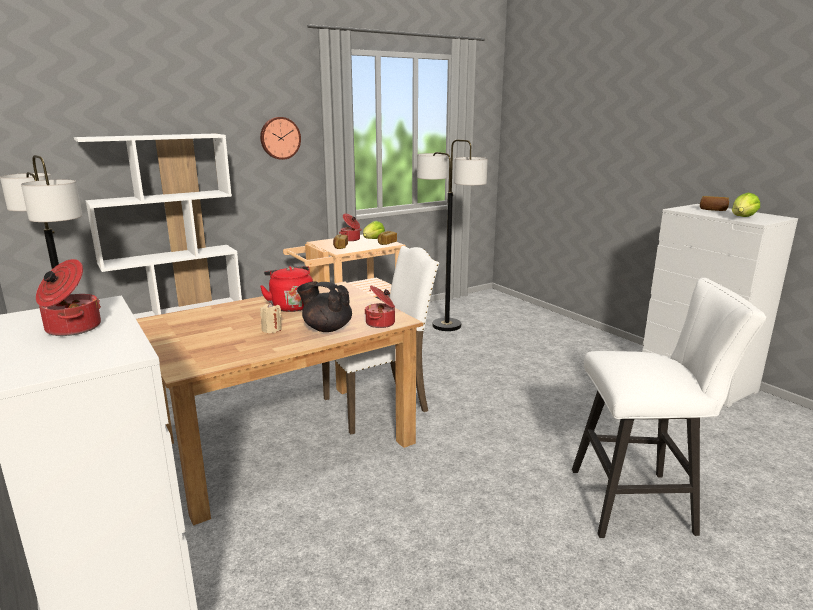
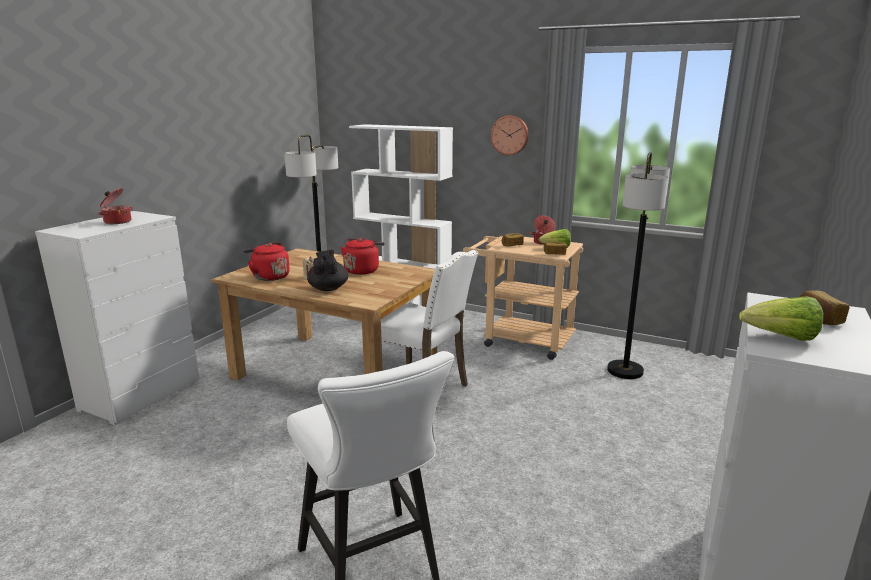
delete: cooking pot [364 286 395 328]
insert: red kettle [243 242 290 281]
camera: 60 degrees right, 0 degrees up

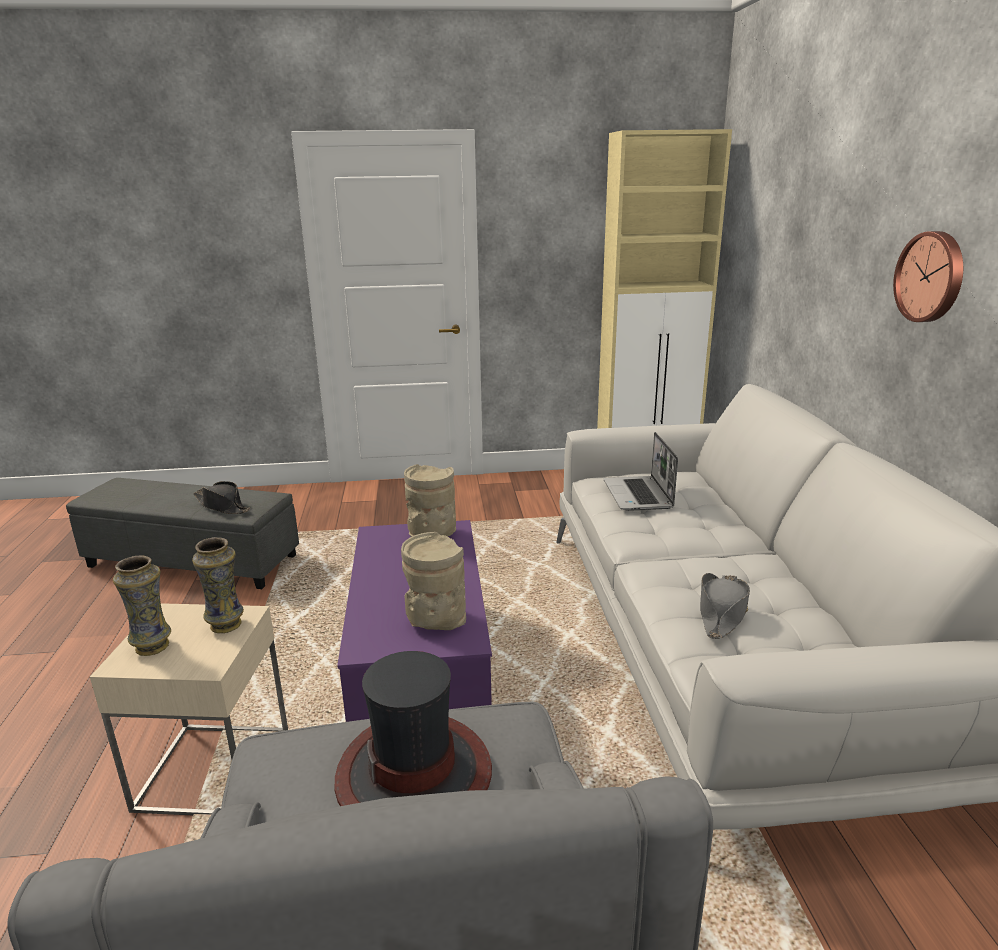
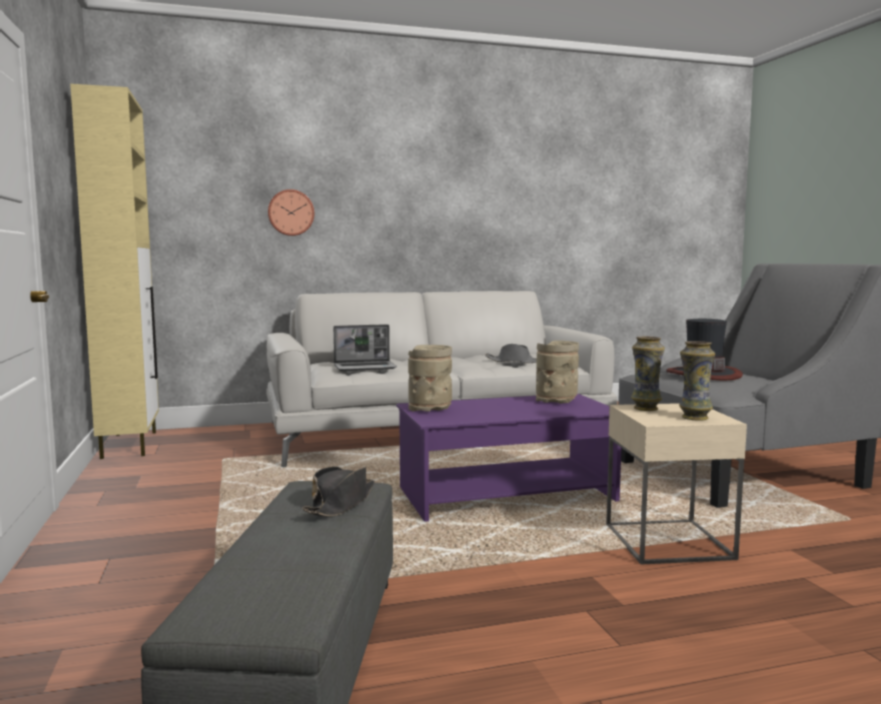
move: wall clock [893 231 963 322] to [268 189 314 236]
camera: 100 degrees left, 15 degrees down

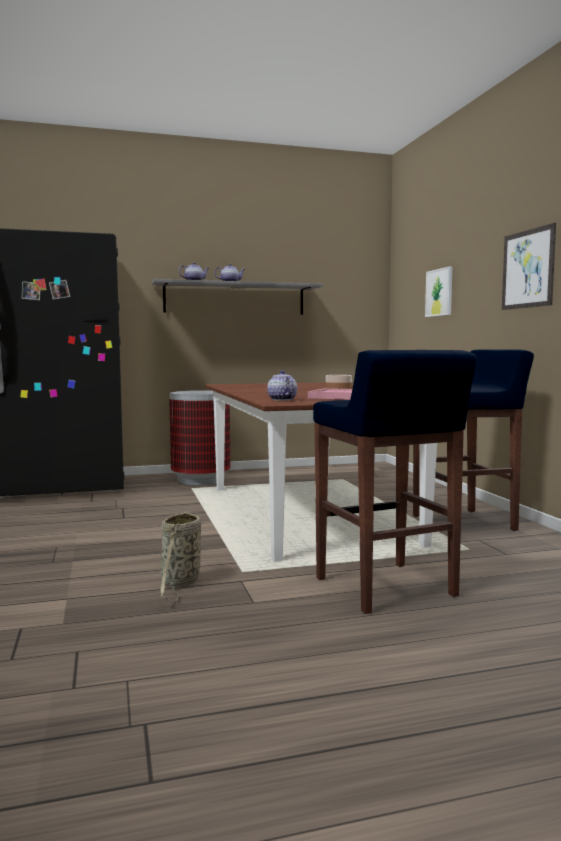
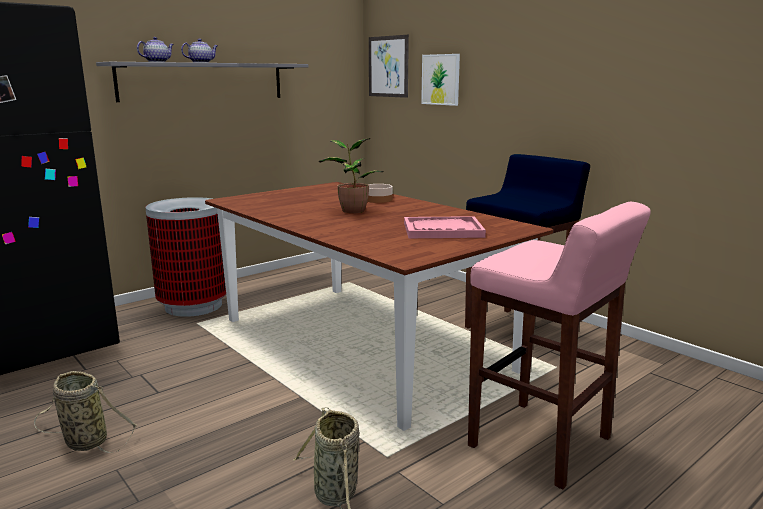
delete: teapot [267 370 297 400]
insert: potted plant [318 138 384 213]; basket [34 371 137 453]
move: picture [502 223 556 310] to [369 35 409 98]
recolor: blue stool [313 350 477 614] to pink stool [468 202 651 489]
camera: 25 degrees left, 10 degrees up

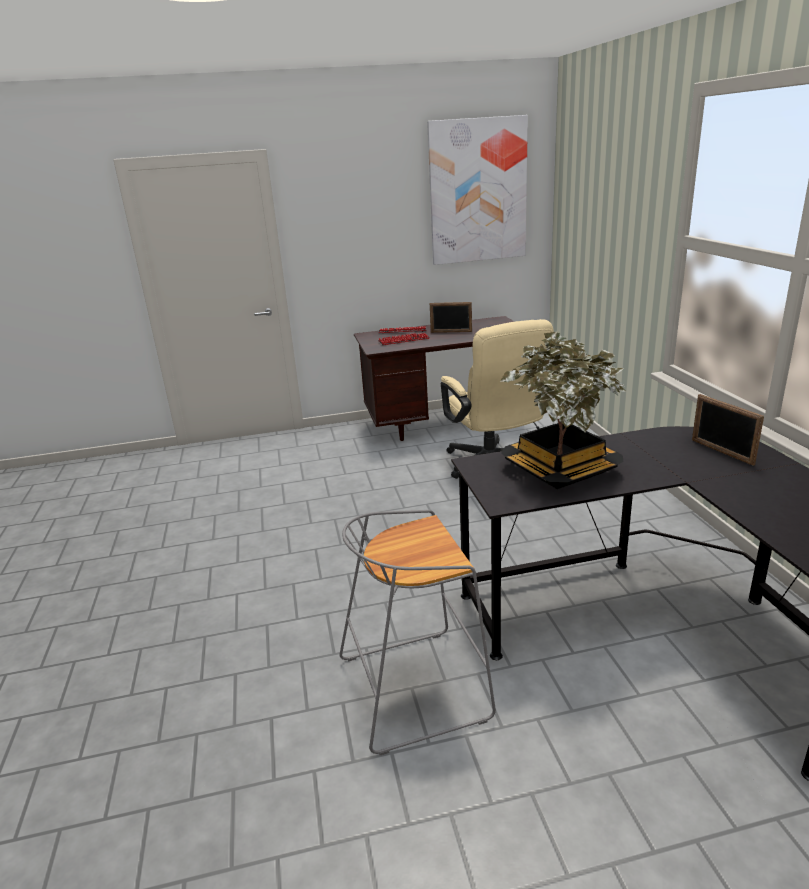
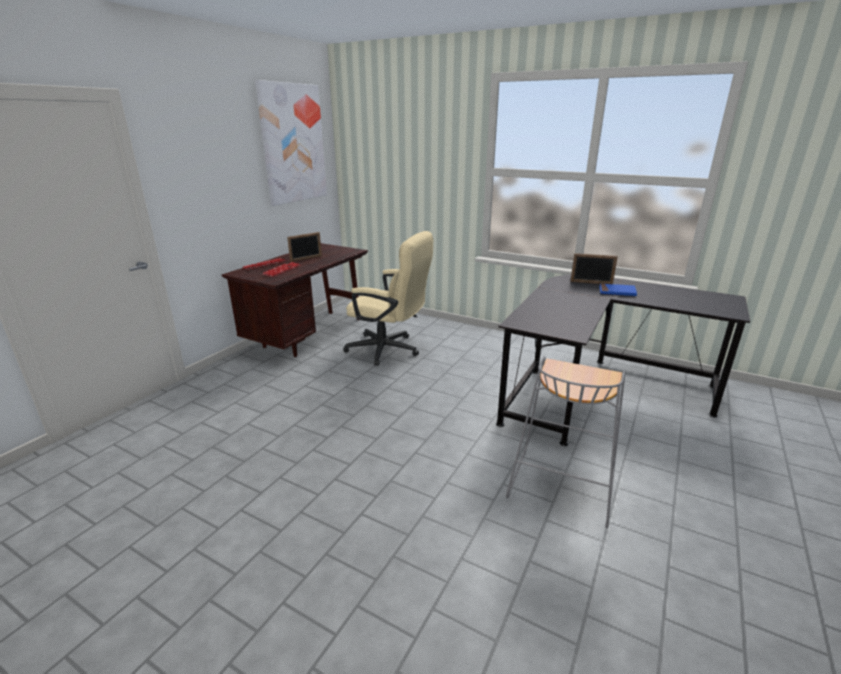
delete: potted plant [500 331 626 489]
insert: blue book [600 284 637 296]
camera: 50 degrees left, 0 degrees up

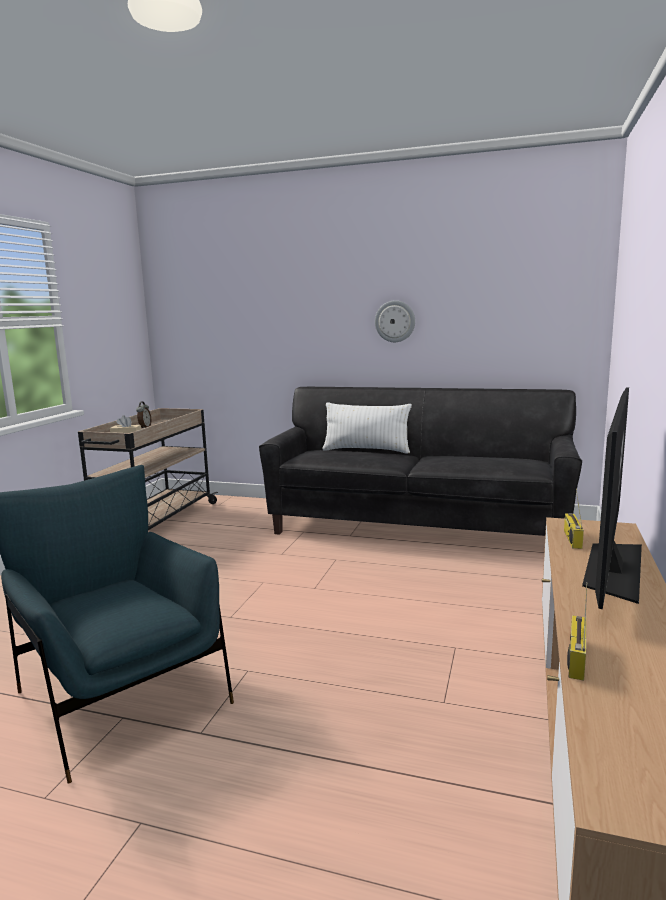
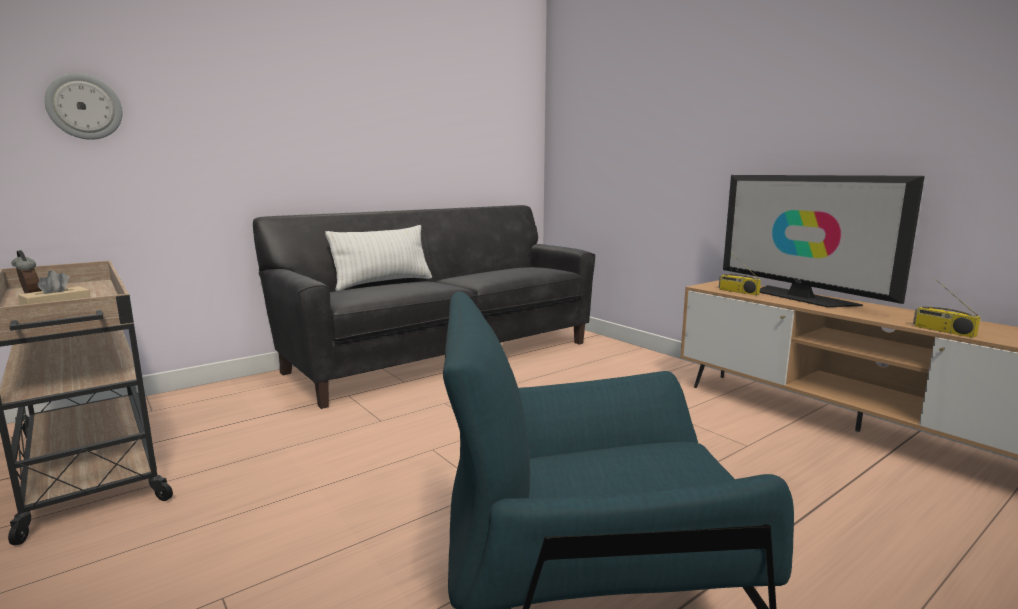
move: wall clock [375 300 415 342] to [44 73 122 140]
camera: 55 degrees left, 0 degrees up

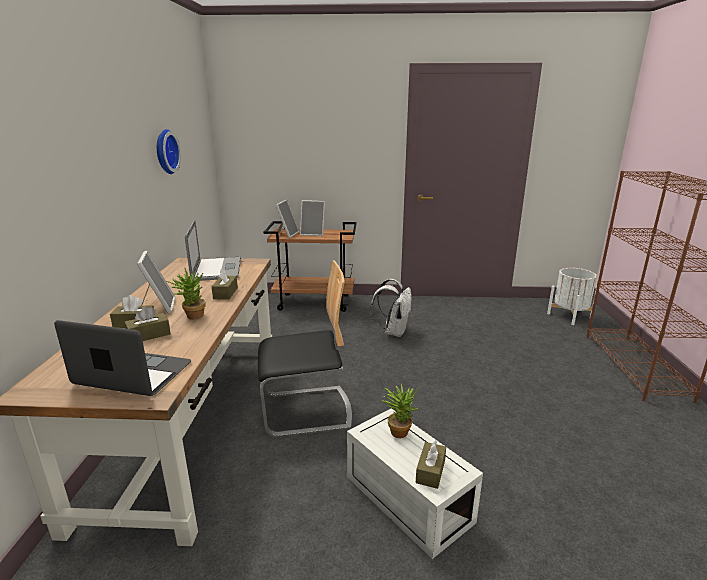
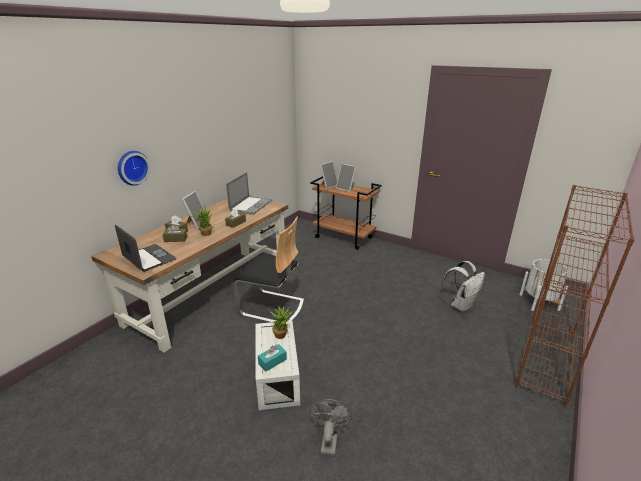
insert: grey fan [310 399 352 456]
move: wall clock [157 129 181 174] to [118 151 150 186]; white backpack [370 279 412 337] to [442 261 485 312]
recolor: brown tissue box [416 441 446 489] to turquoise tissue box [258 344 287 371]
camera: 30 degrees right, 5 degrees up

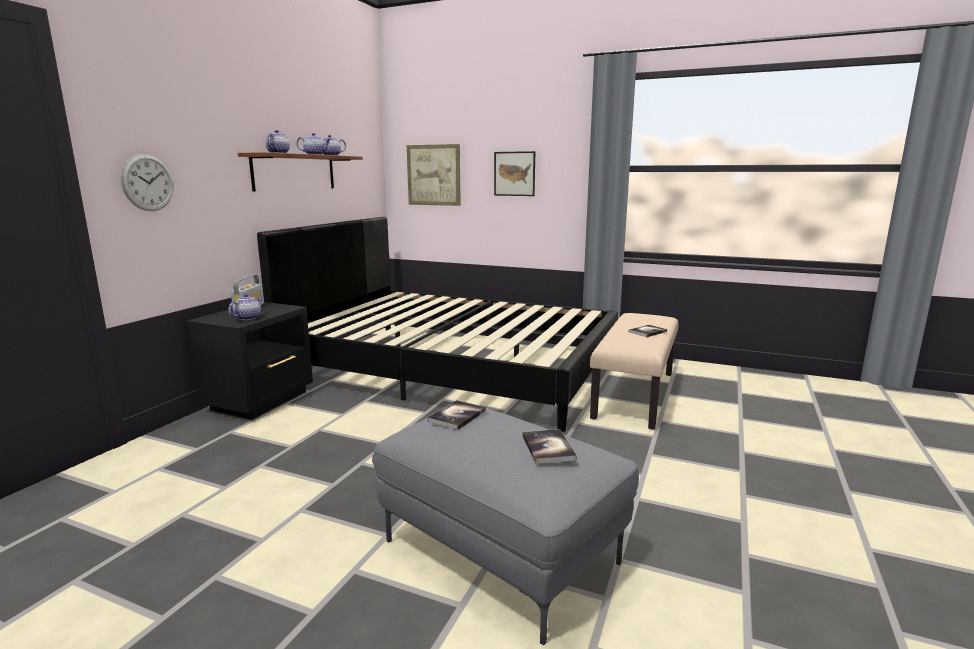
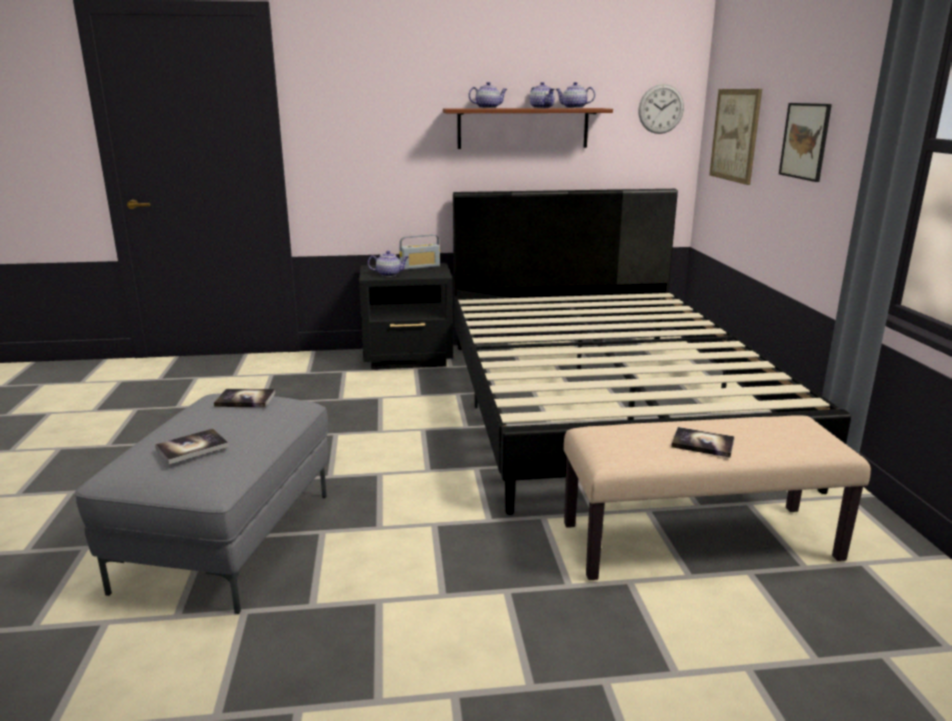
move: wall clock [121 154 174 211] to [638 84 684 134]
camera: 60 degrees right, 5 degrees up

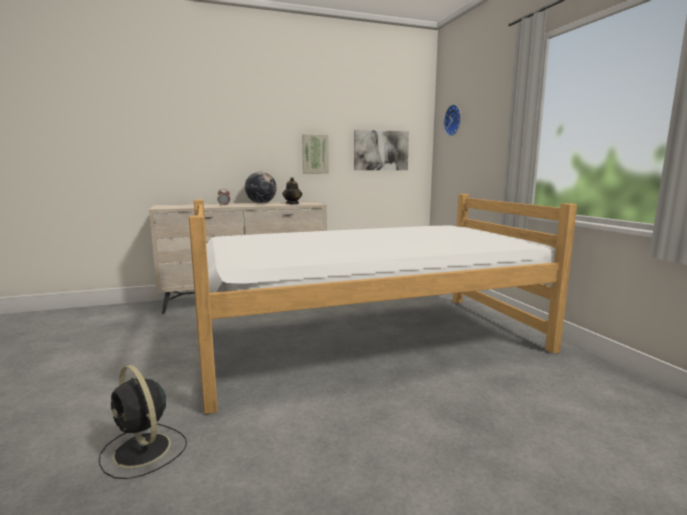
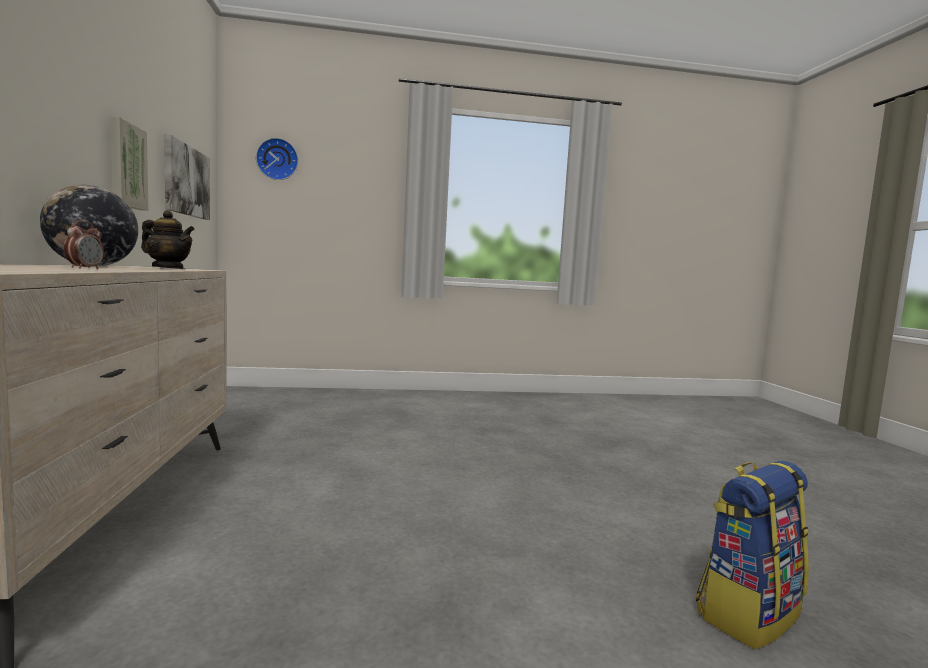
delete: bed [189 194 577 414]
replace: black fan [99 365 187 479] to backpack [696 461 809 650]
camera: 80 degrees left, 5 degrees down

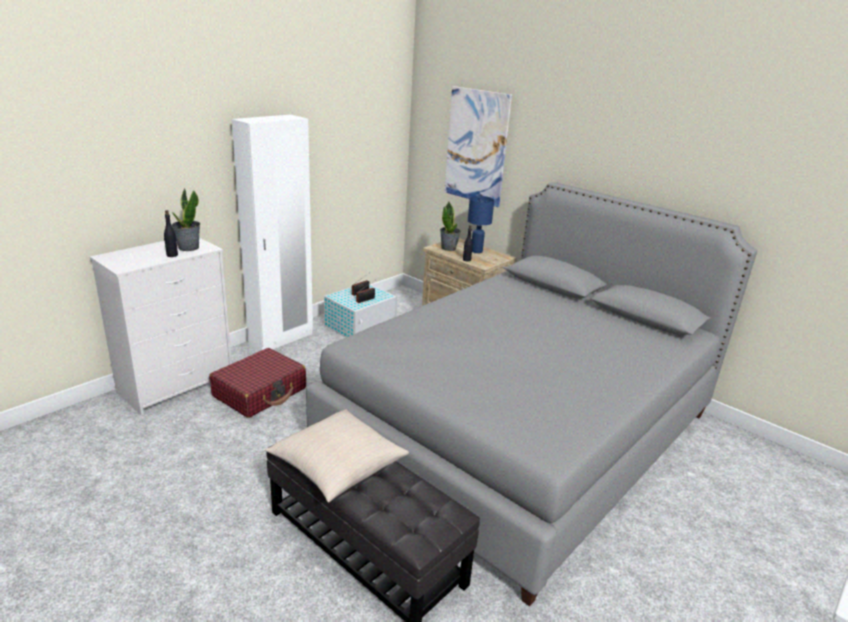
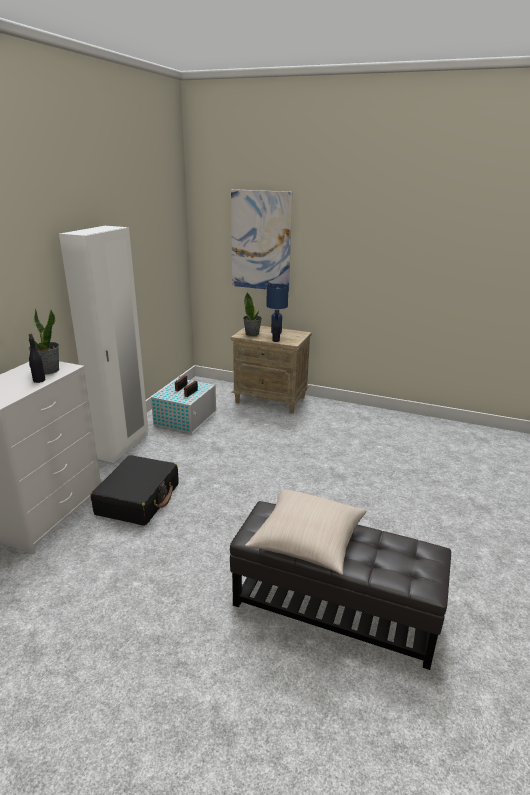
delete: grey bed [306 182 757 607]
recolor: red suitcase [209 348 306 418] to black suitcase [91 455 179 526]
camera: 20 degrees left, 0 degrees up

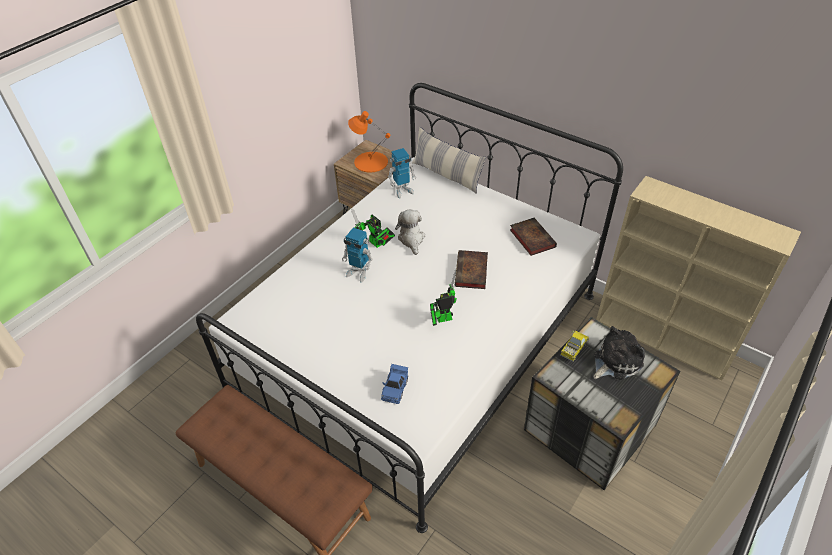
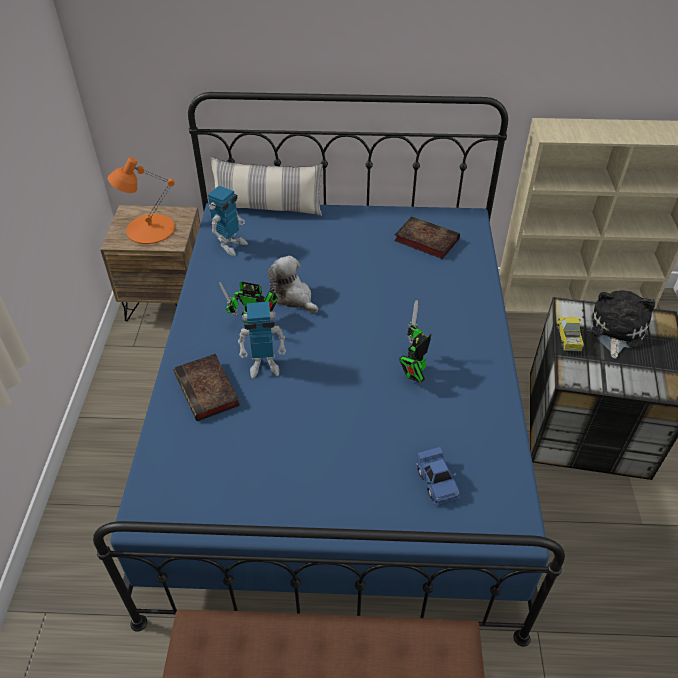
move: book [455 250 488 289] to [174 354 240 421]
recolor: white bed [196 83 623 533] to blue bed [93 92 565 647]
camera: 35 degrees left, 0 degrees up

